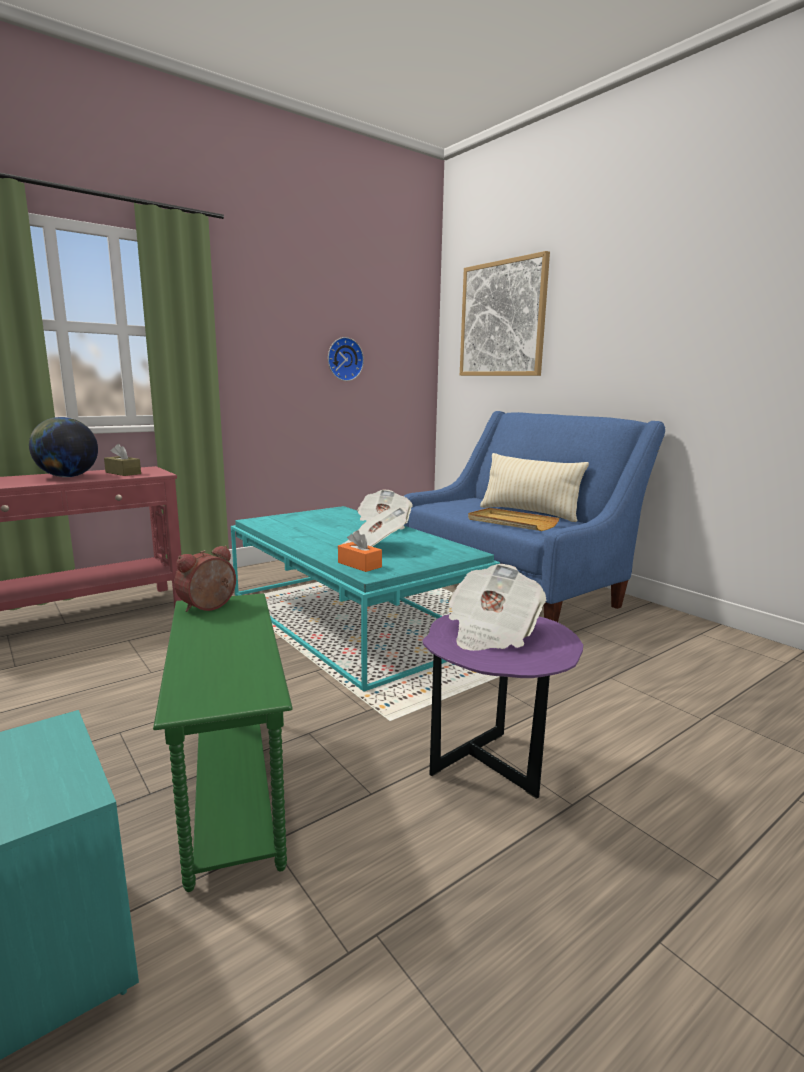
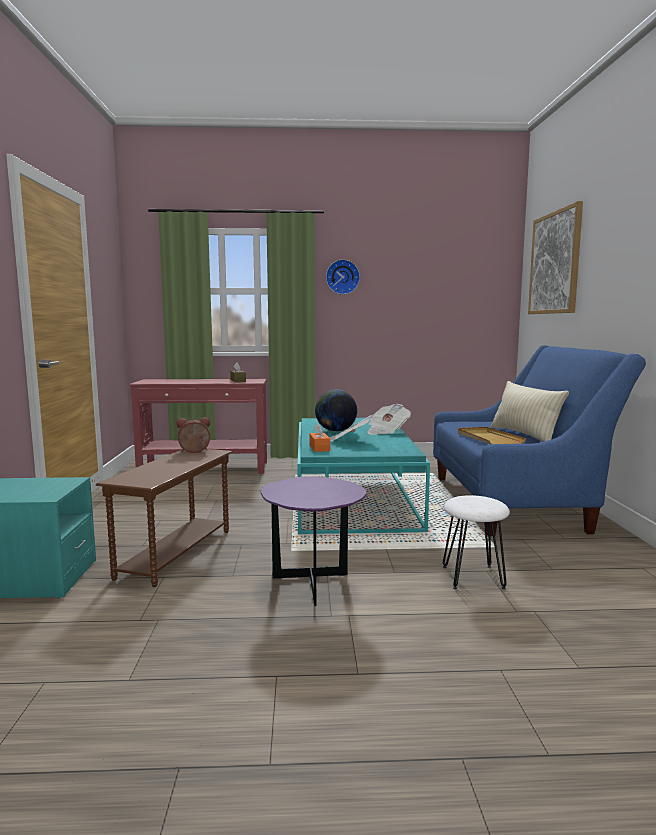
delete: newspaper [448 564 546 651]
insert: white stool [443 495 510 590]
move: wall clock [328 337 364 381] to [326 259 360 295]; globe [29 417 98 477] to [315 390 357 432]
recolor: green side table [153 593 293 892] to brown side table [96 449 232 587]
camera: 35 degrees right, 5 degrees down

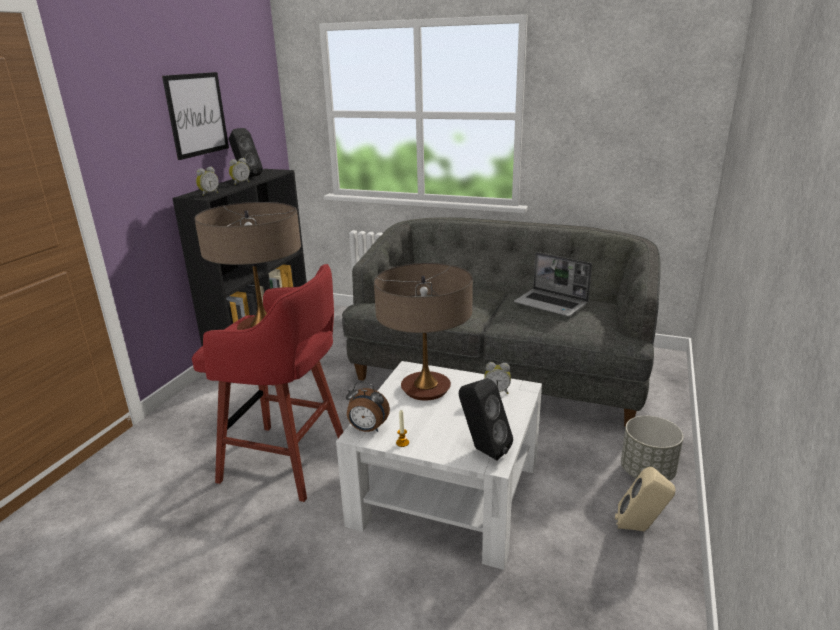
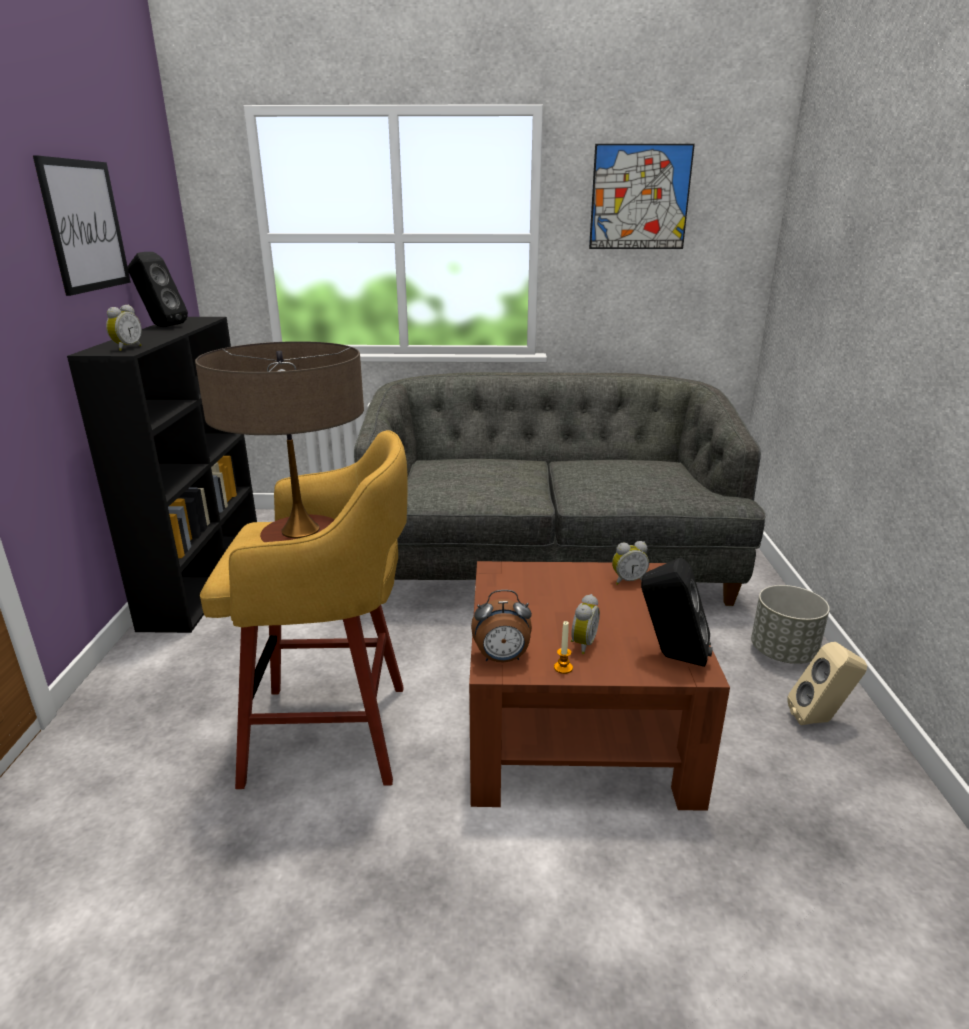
delete: laptop [514 252 592 316]; table lamp [374 263 473 401]
insert: picture [589 144 695 249]
move: alarm clock [229 158 250 185] to [571 594 600 654]
recolor: red stool [192 264 343 502] to yellow stool [200 430 408 789]; white coffee table [336 361 542 570] to brown coffee table [469 561 730 811]
camera: 20 degrees left, 0 degrees up

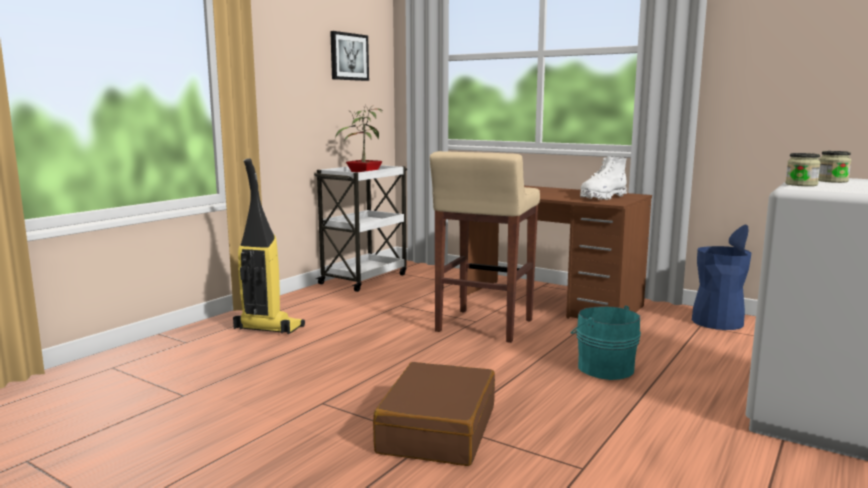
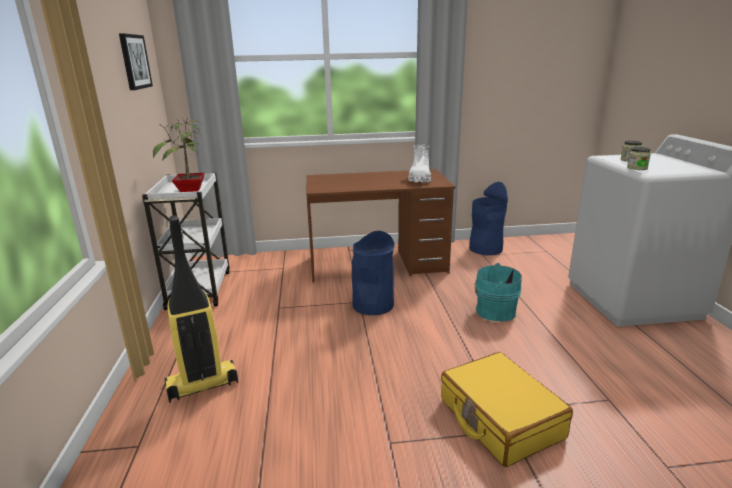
replace: beige stool [430 151 540 343] to blue trash can [352 231 394 315]
recolor: brown suitcase [373 362 495 466] to yellow suitcase [441 352 573 467]
camera: 40 degrees left, 10 degrees up

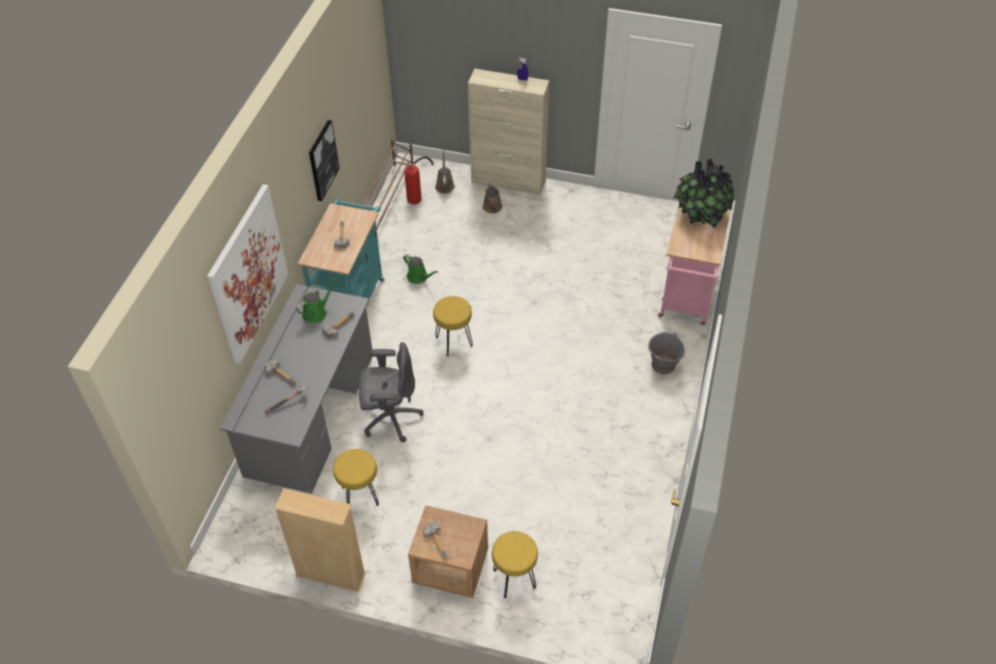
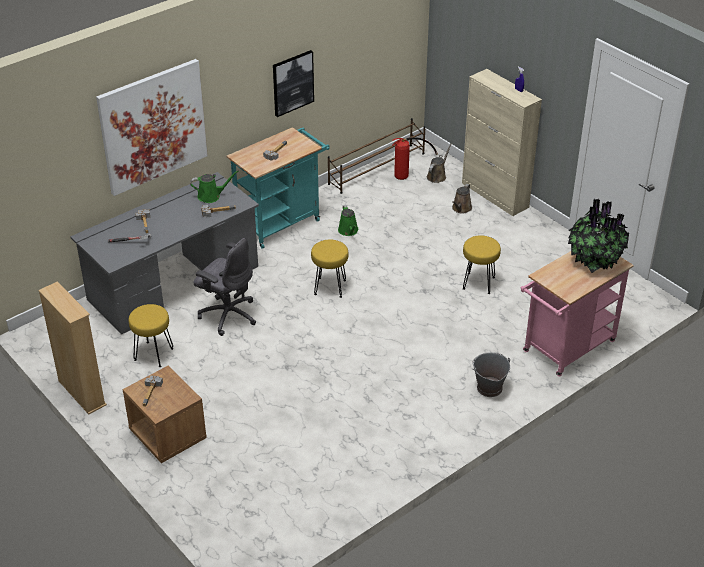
move: yellow stool [492 531 538 598] to [463 235 501 294]
camera: 35 degrees right, 10 degrees down

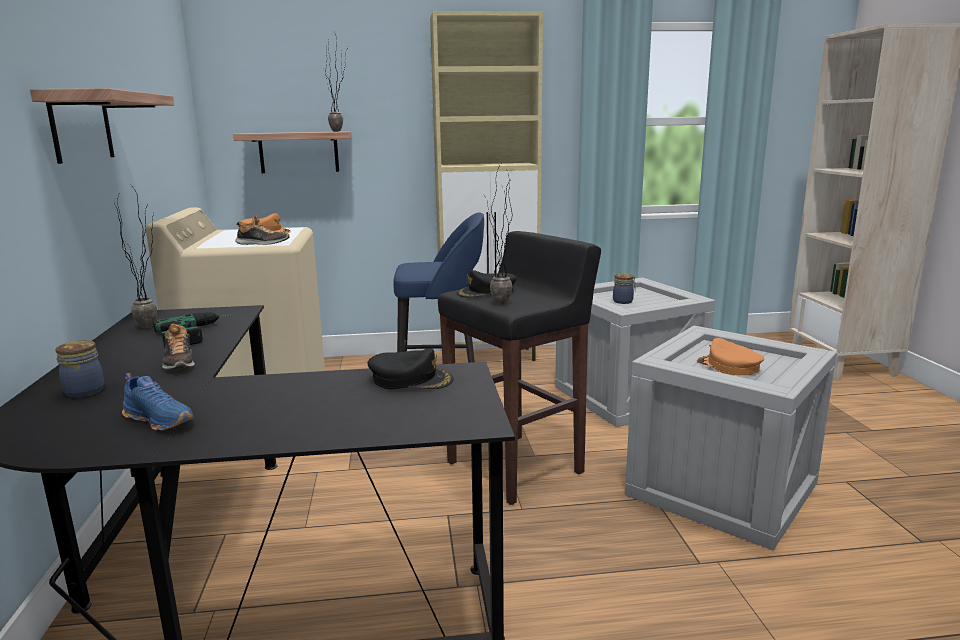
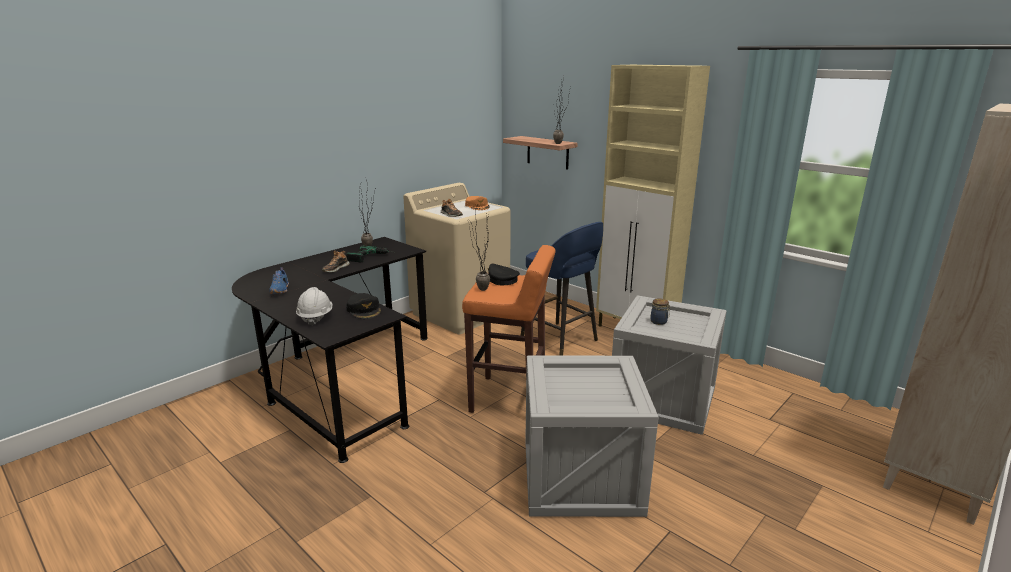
delete: shelf [30 88 174 164]; orange cap [696 338 764 375]; jar [55 340 104 398]
insert: white hard hat [296 287 332 326]
recolor: black stool [438 231 601 505] to orange stool [462 245 555 413]
camera: 50 degrees right, 5 degrees up

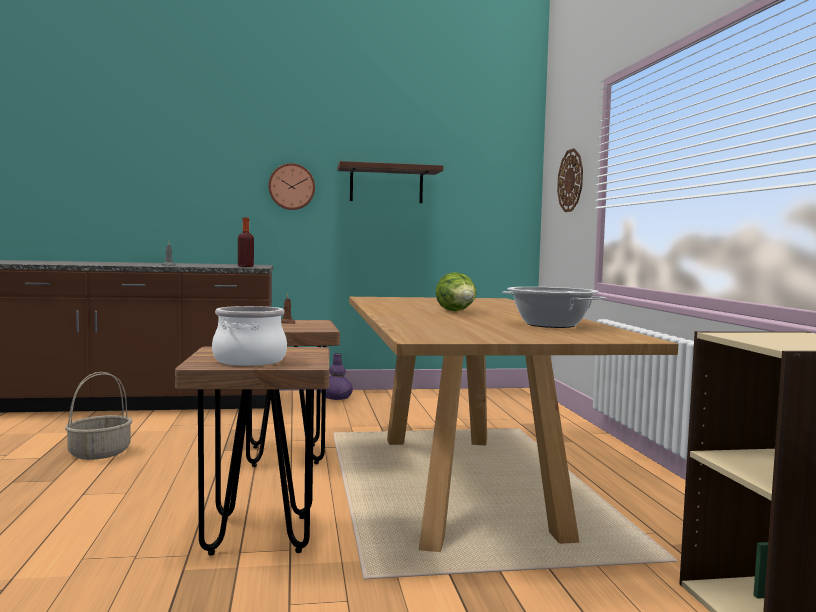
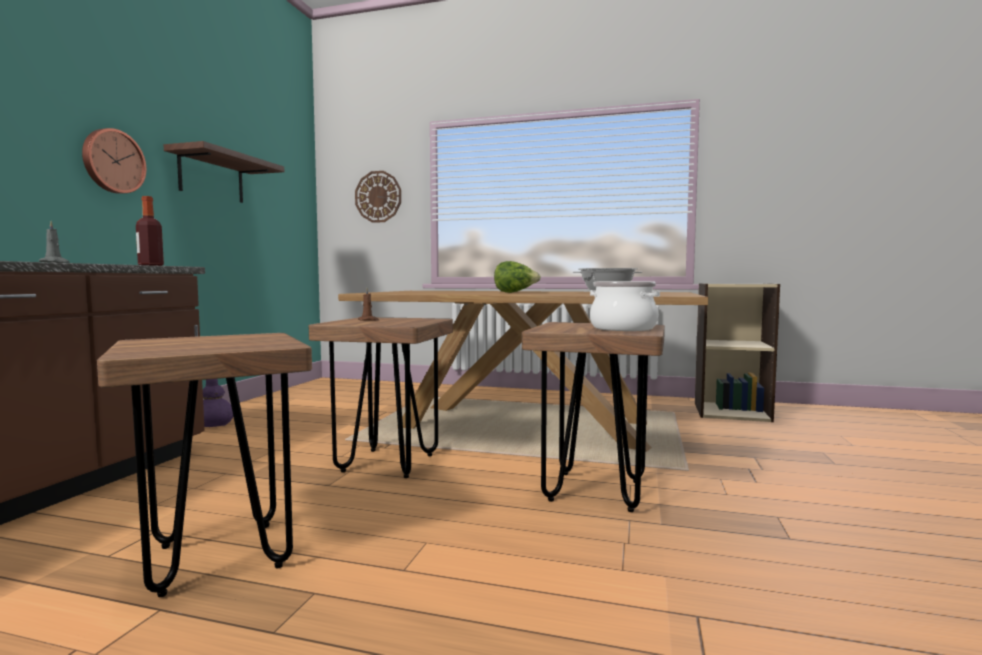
replace: basket [65 372 132 460] to brown stool [97 333 312 597]
camera: 65 degrees left, 0 degrees up

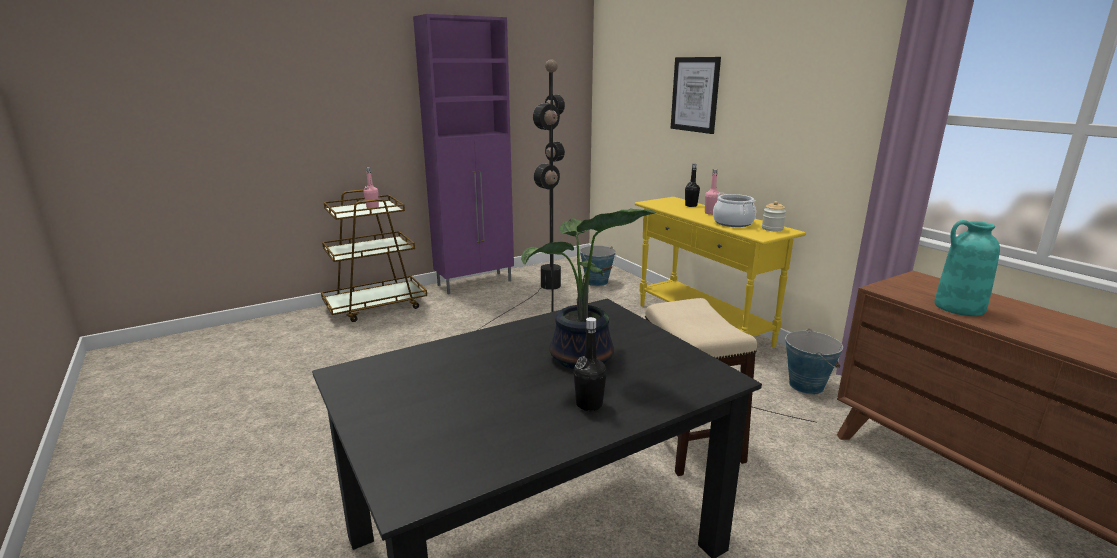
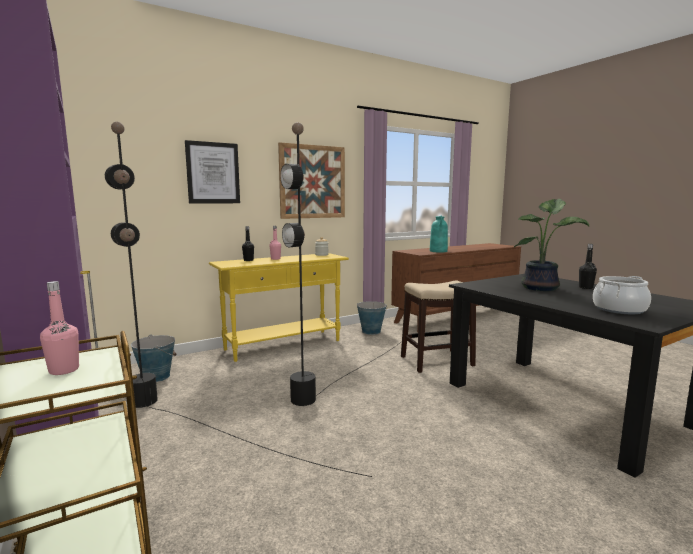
insert: picture [278 142 345 219]
move: cooking pot [713 193 756 227] to [593 276 651 314]
camera: 90 degrees left, 10 degrees down

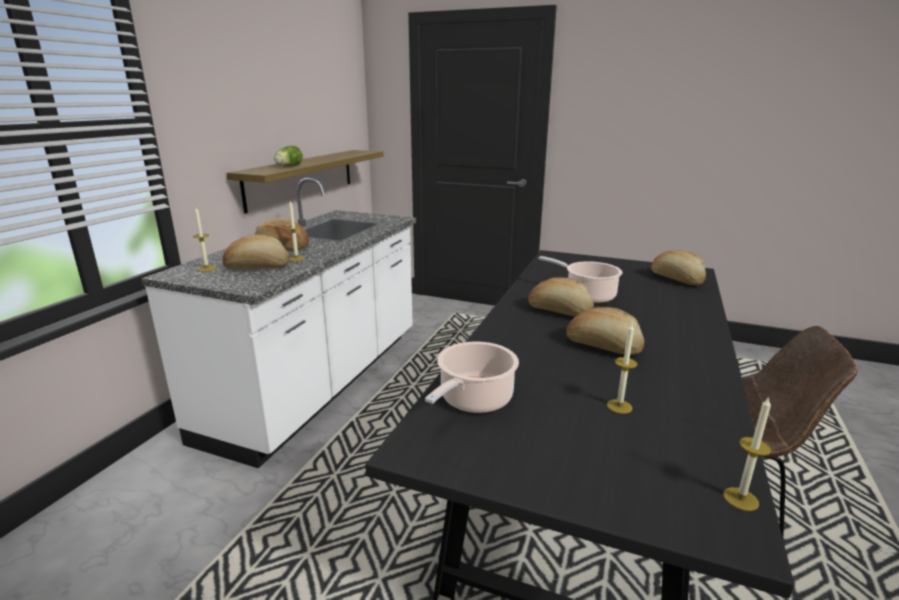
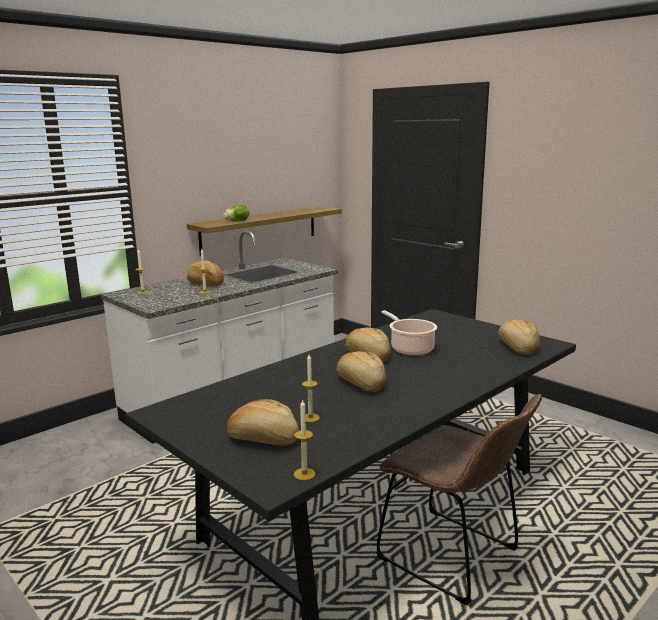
delete: cooking pot [425 342 519 413]
move: bread [222 234 289 269] to [227 399 299 446]
camera: 25 degrees right, 5 degrees down

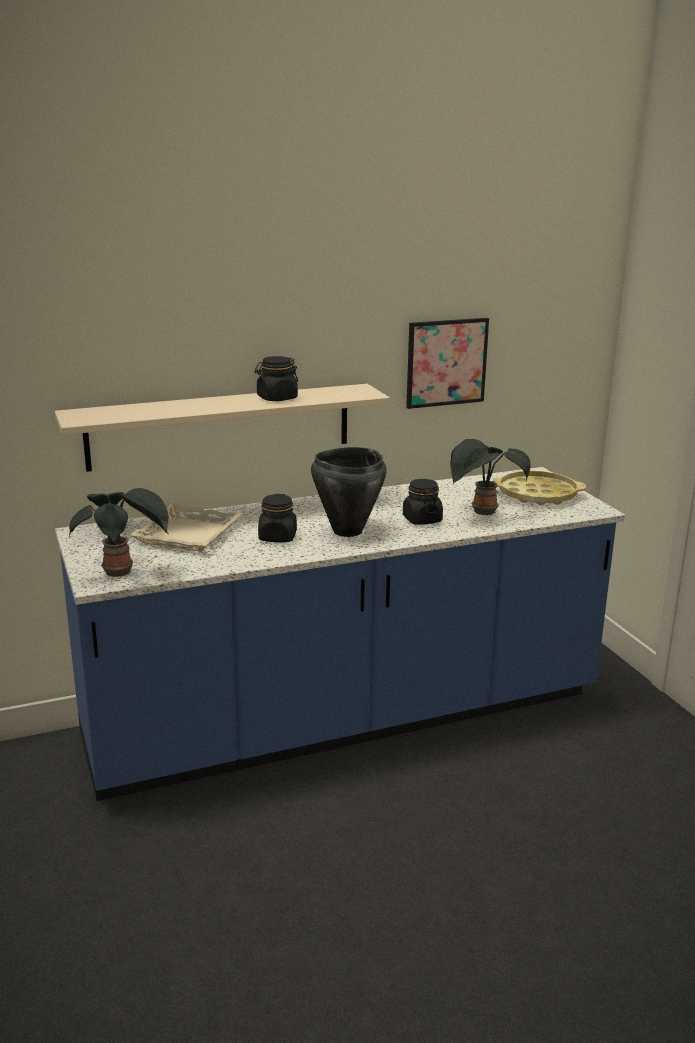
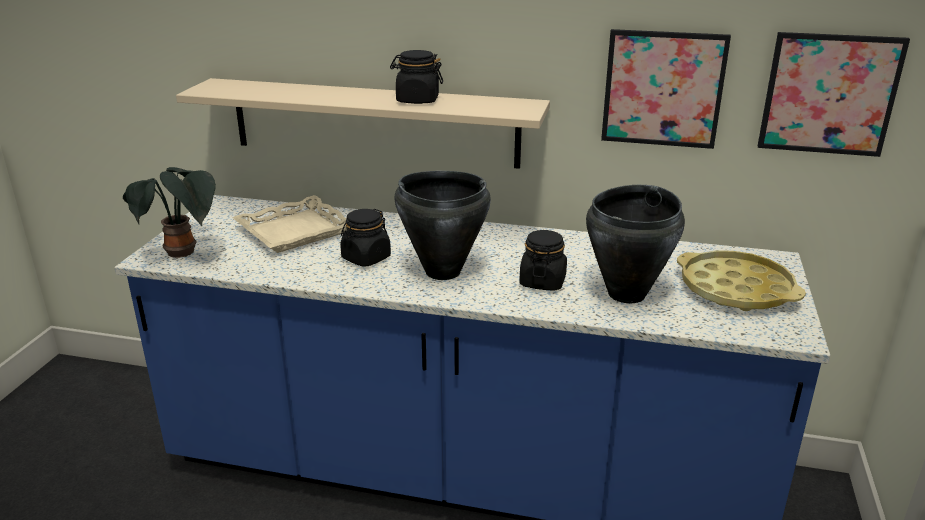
insert: picture [758 32 910 157]
replace: potted plant [450 439 530 515] to black cooking pot [586 185 685 303]
camera: 35 degrees right, 5 degrees up

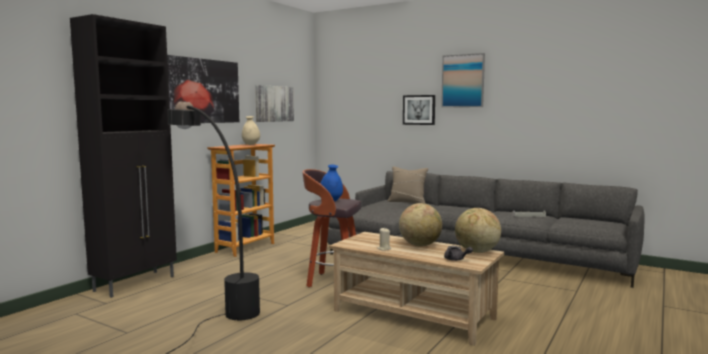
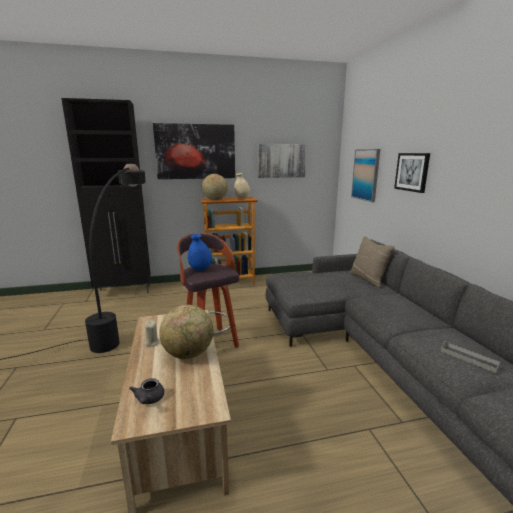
move: picture [441 53 485 107] to [351 149 380 202]; globe [455 208 501 253] to [202 174 228 200]
camera: 45 degrees right, 10 degrees up

